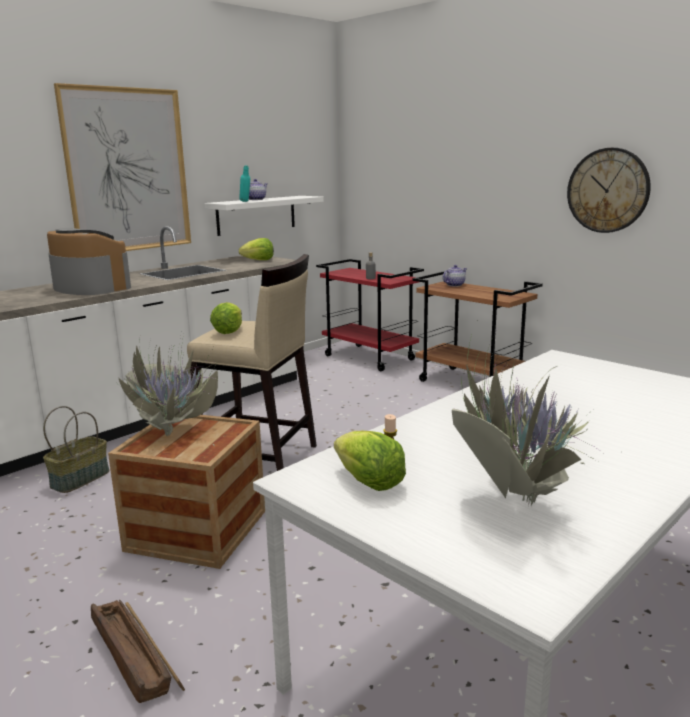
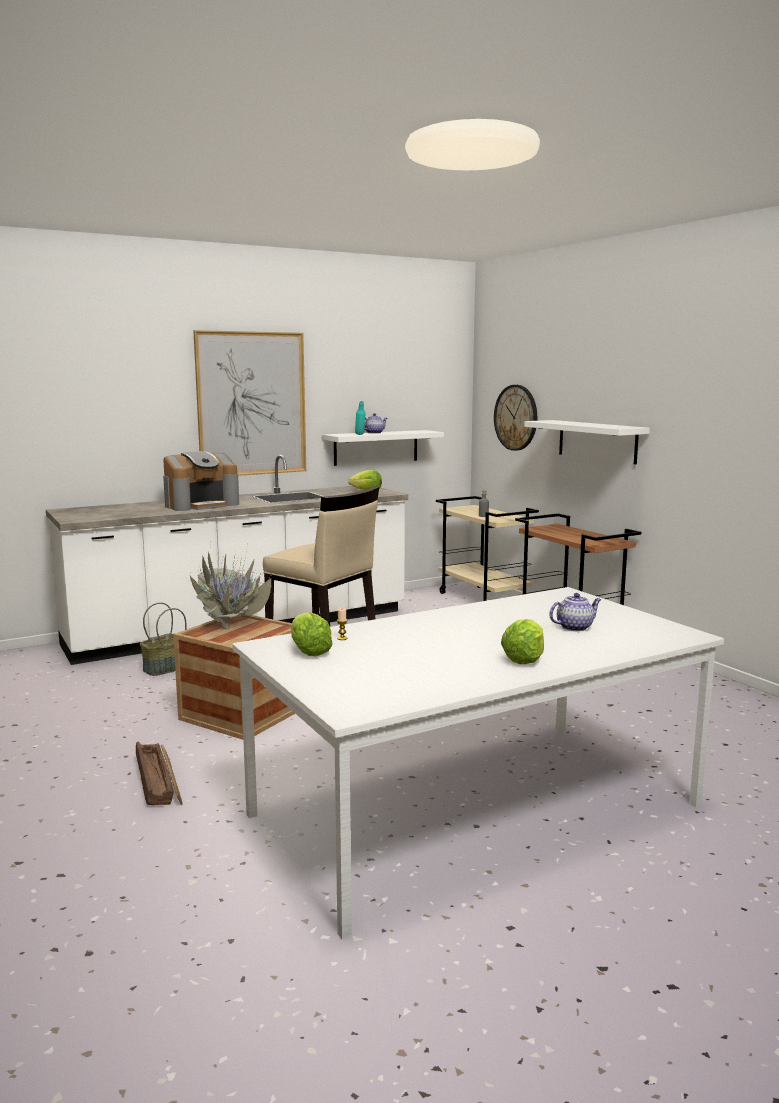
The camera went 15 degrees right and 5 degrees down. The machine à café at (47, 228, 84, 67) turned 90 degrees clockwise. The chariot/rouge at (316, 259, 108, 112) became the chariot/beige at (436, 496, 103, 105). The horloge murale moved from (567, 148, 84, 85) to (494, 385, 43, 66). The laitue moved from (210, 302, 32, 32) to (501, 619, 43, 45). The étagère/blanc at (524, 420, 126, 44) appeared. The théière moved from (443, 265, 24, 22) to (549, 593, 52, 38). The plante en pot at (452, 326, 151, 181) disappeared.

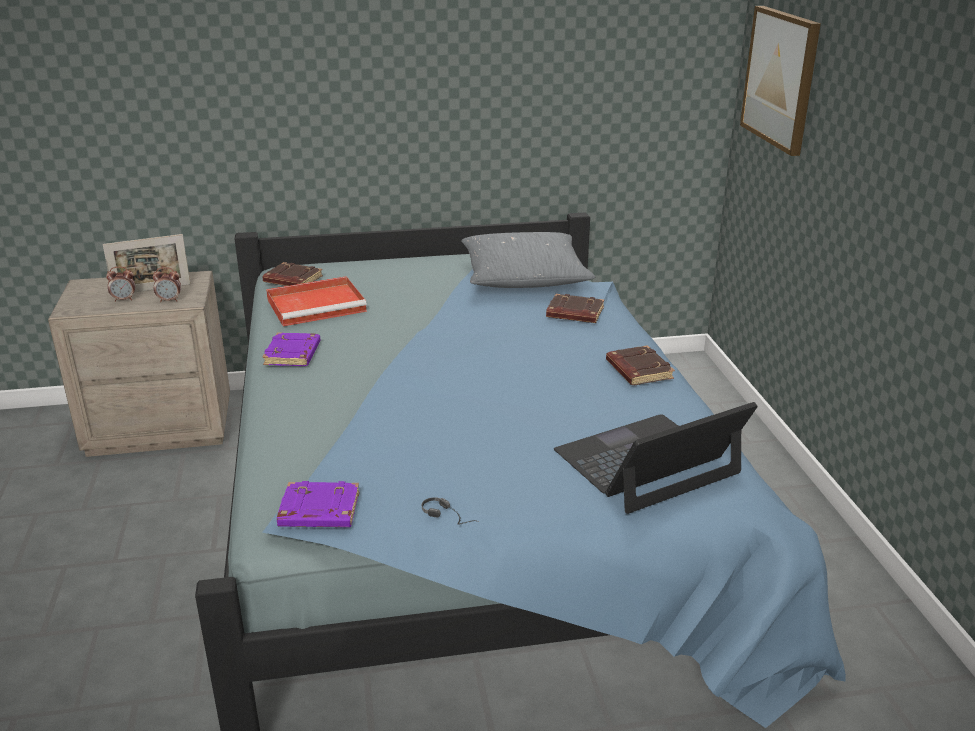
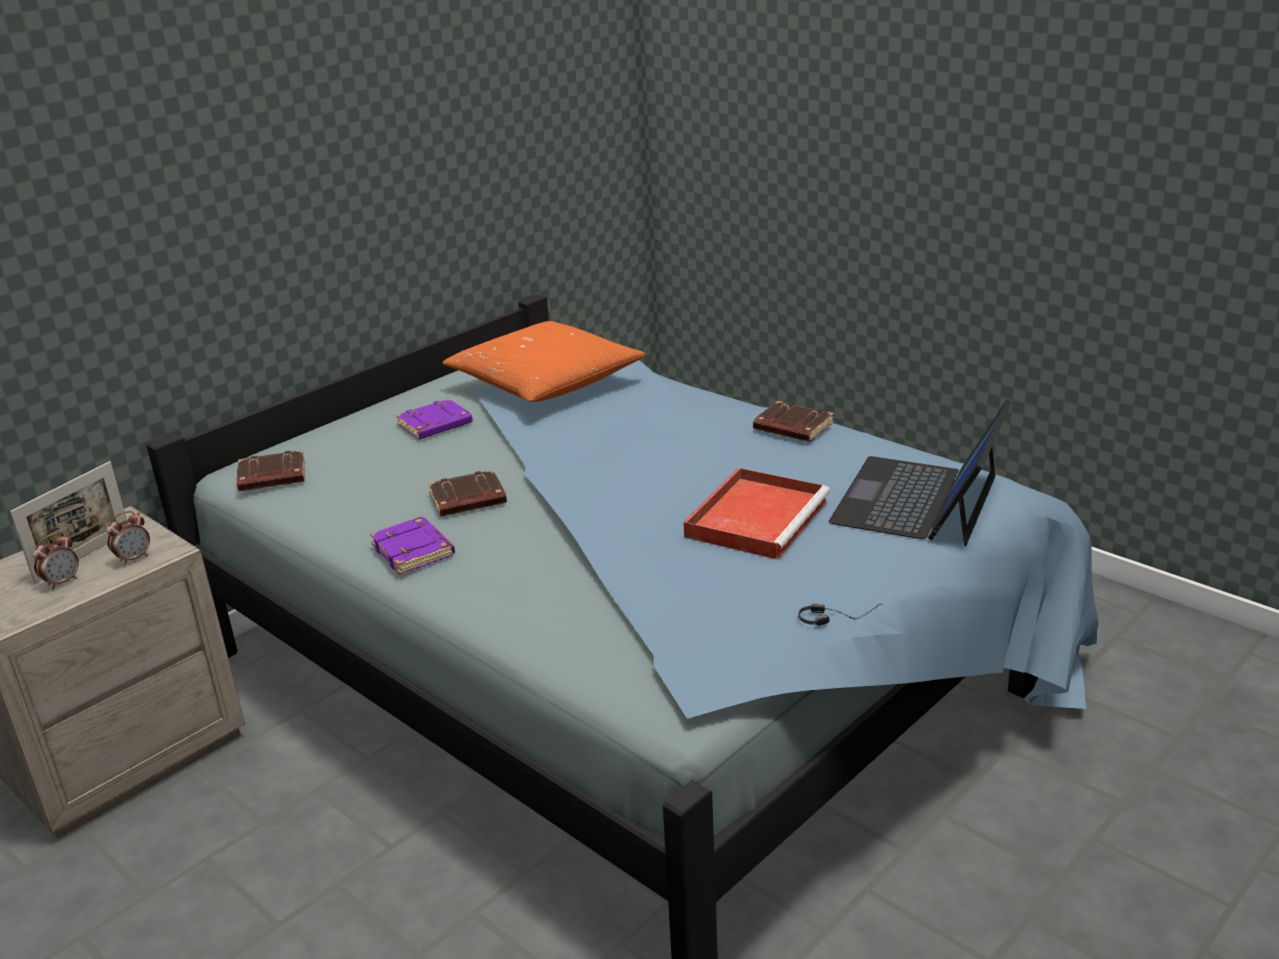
The camera went 35 degrees left and 0 degrees up. The livre/violet moved from (277, 481, 83, 46) to (396, 399, 77, 41). The livre/marron moved from (546, 294, 58, 29) to (428, 470, 79, 47). The coussin/gris at (461, 232, 134, 56) became the coussin/orange at (442, 321, 204, 81). The plateau/rouge moved from (266, 276, 101, 50) to (684, 468, 146, 92). The tableau at (740, 6, 81, 150) disappeared.

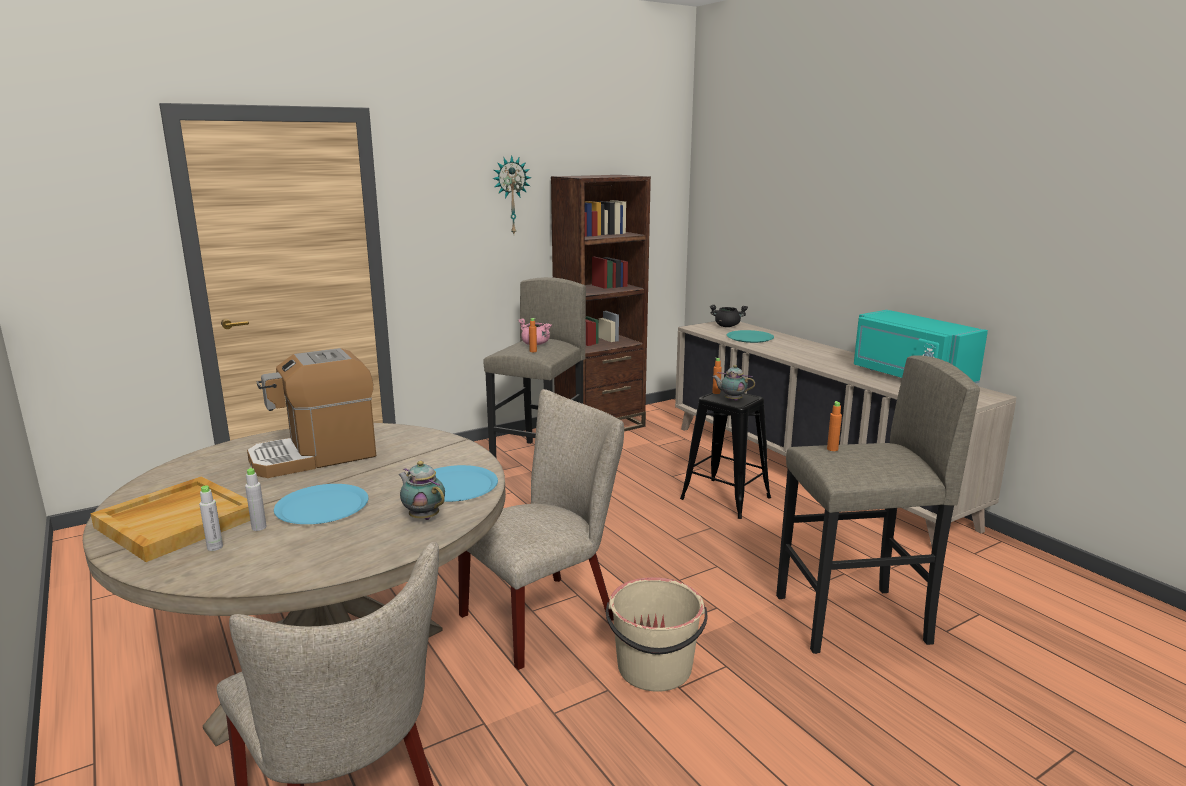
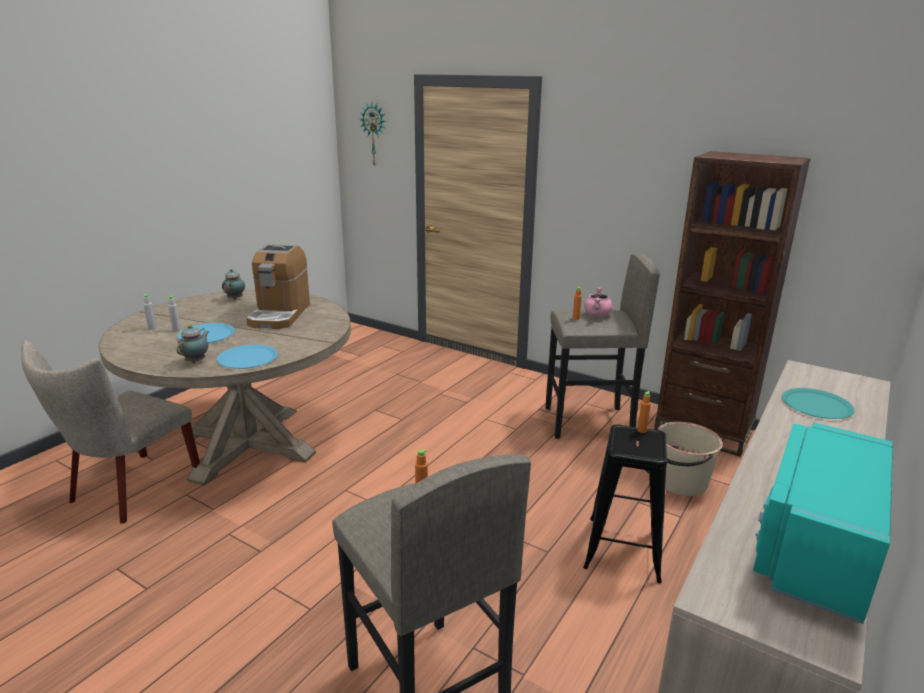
The camera went 65 degrees right and 5 degrees up. The théière moved from (712, 365, 43, 36) to (222, 269, 23, 31). The machine à café at (247, 348, 129, 130) turned 120 degrees counterclockwise. The horloge murale moved from (492, 155, 40, 79) to (359, 103, 27, 64). The seau/beige moved from (606, 577, 102, 115) to (657, 422, 66, 74). The plateau/beige at (90, 477, 160, 85) disappeared. The chaise/beige at (458, 389, 166, 281) disappeared. The marmite/noir at (710, 305, 38, 22) disappeared.

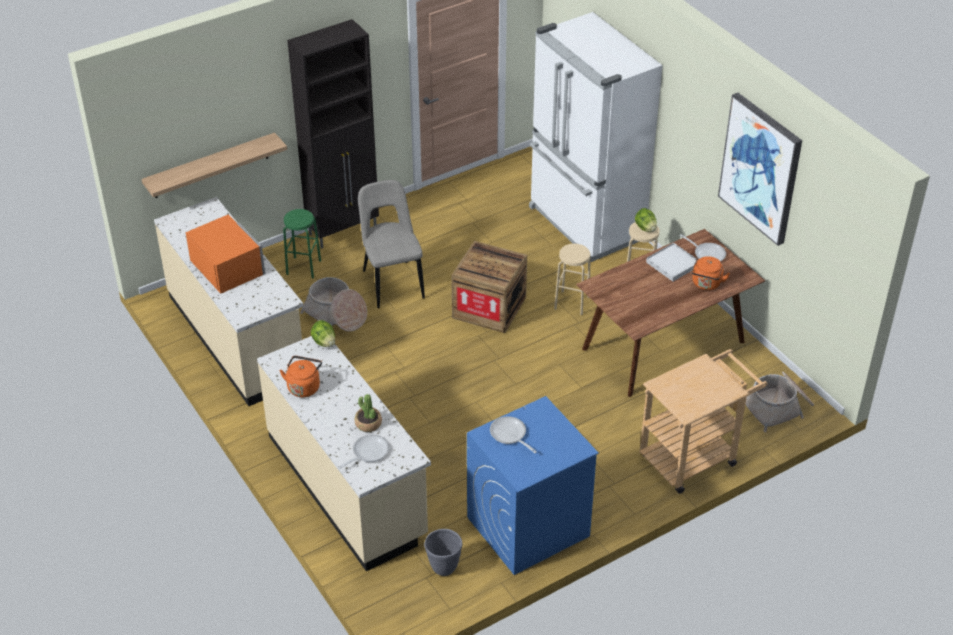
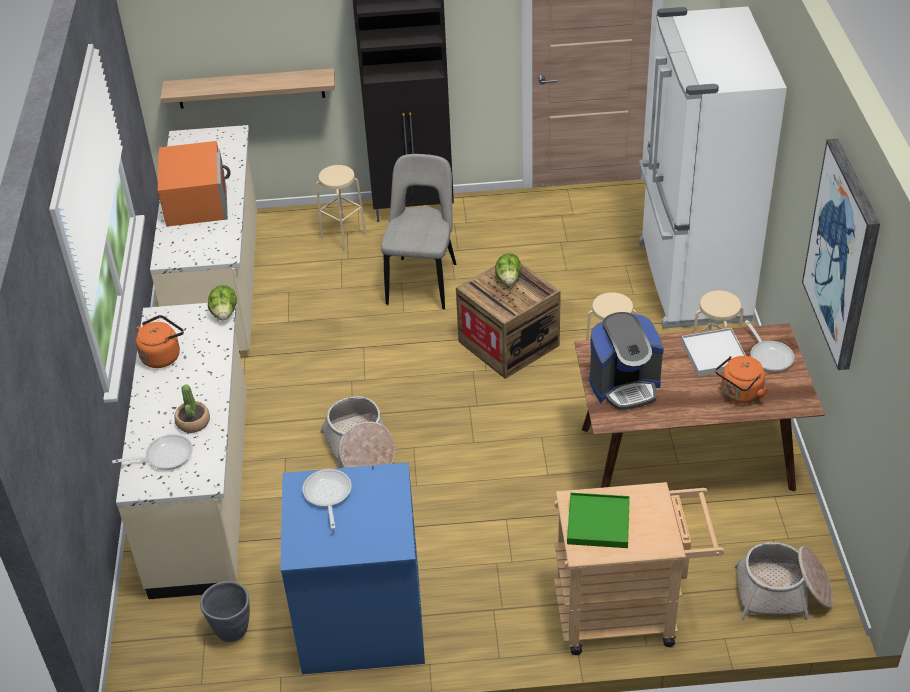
The camera went 30 degrees right and 0 degrees up. The tabouret/vert at (283, 209, 38, 70) became the tabouret/beige at (316, 165, 51, 86). The panier moved from (300, 277, 67, 55) to (320, 396, 75, 72). The laitue moved from (635, 208, 22, 24) to (495, 253, 27, 32). The plateau/vert at (567, 493, 63, 55) appeared. The machine à café at (589, 312, 75, 98) appeared.

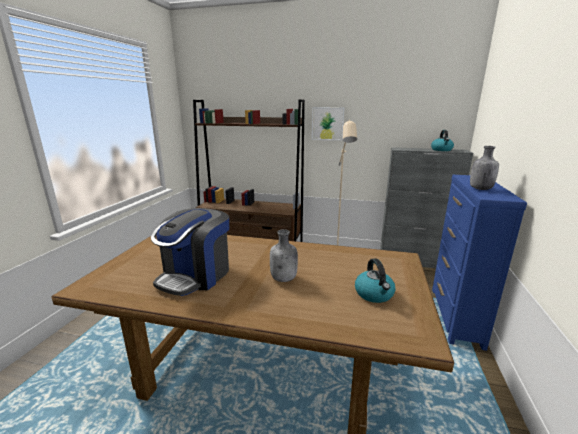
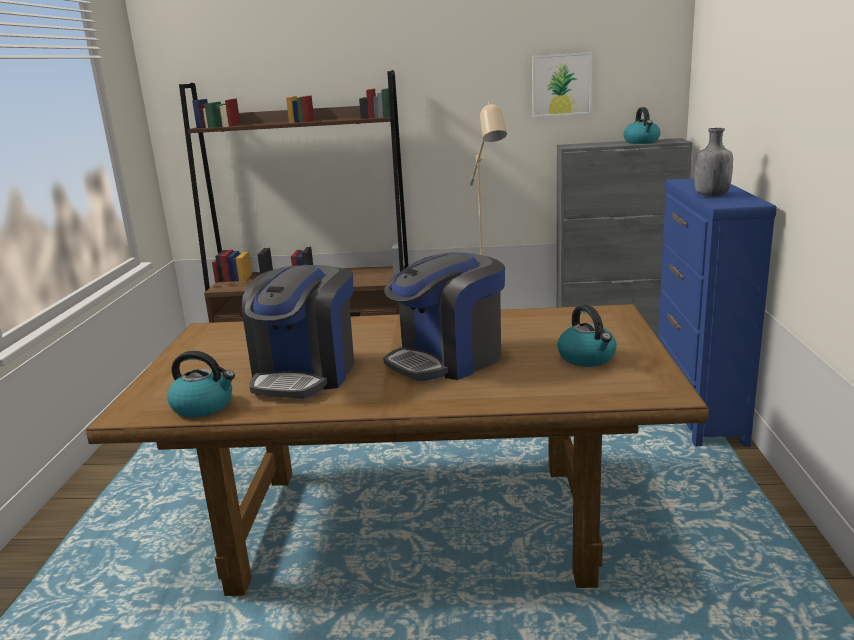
The camera went 10 degrees left and 0 degrees up. The bouilloire at (167, 351, 68, 67) appeared. The bouteille/gris at (270, 229, 28, 53) was replaced by the machine à café at (383, 252, 122, 129). The tableau moved from (312, 107, 33, 33) to (532, 52, 60, 65).

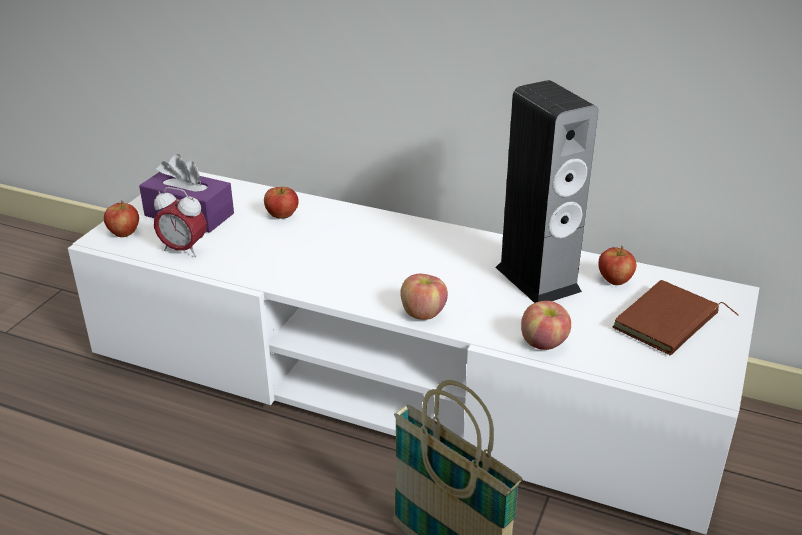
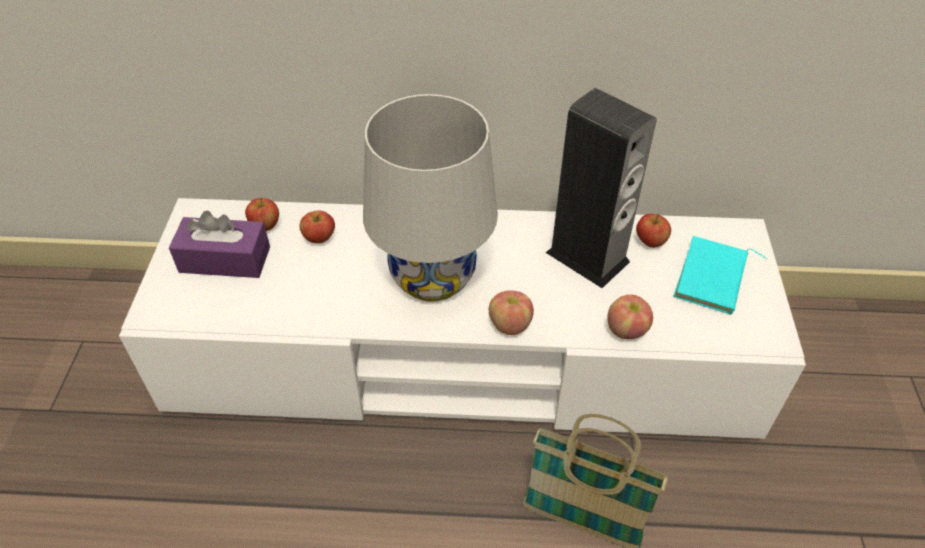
The camera went 20 degrees left and 15 degrees up. The pomme moved from (104, 200, 35, 37) to (245, 198, 34, 33). The lampe de table/blanc at (363, 94, 135, 208) appeared. The livre/marron at (612, 280, 127, 75) became the livre/turquoise at (673, 236, 94, 79). The réveil at (154, 187, 53, 70) disappeared.

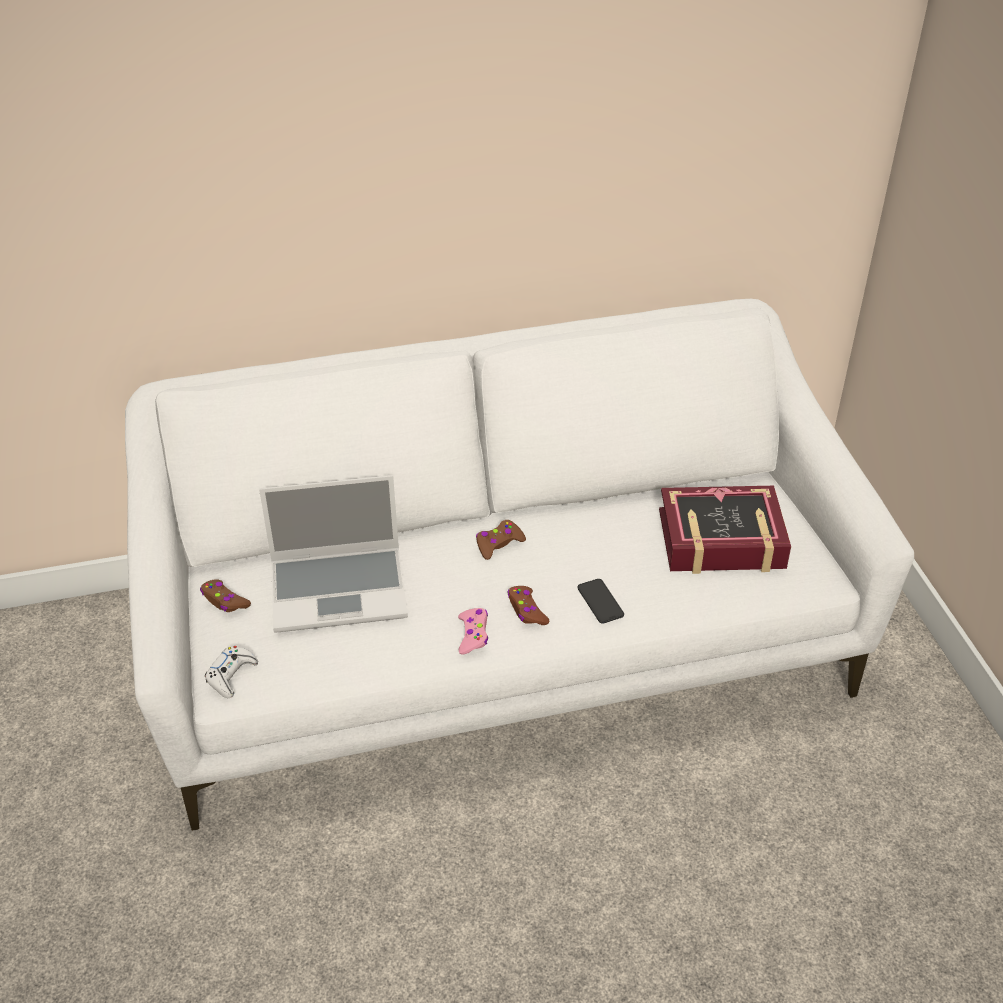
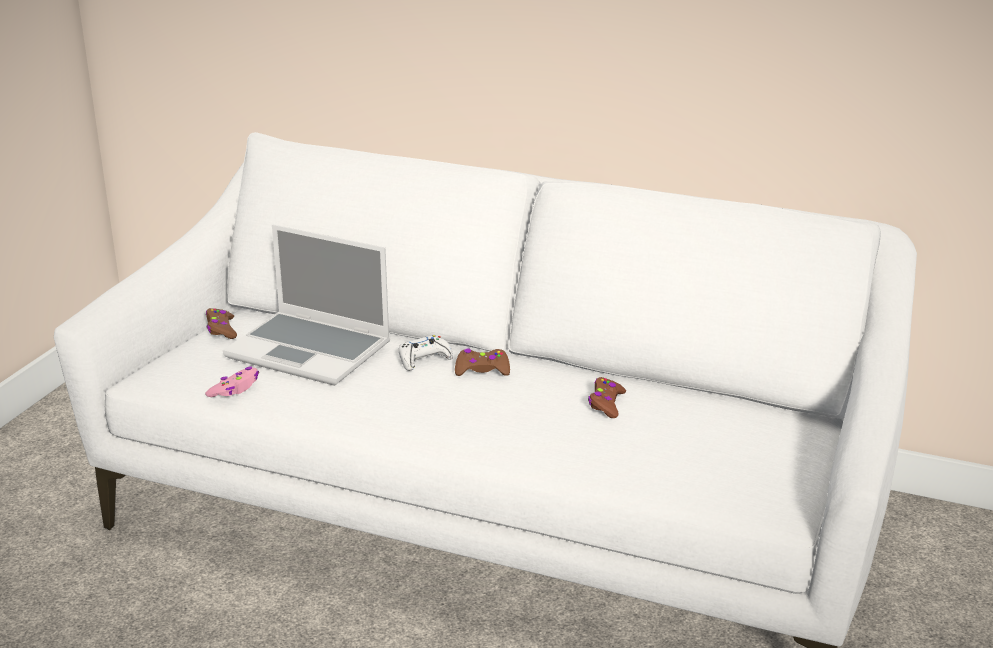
The camera went 35 degrees right and 15 degrees down. The manette/rose moved from (458, 608, 30, 47) to (205, 367, 54, 30). The manette/blanc moved from (205, 646, 53, 52) to (399, 335, 54, 36). The manette/marron moved from (508, 586, 41, 39) to (588, 377, 38, 41). The téléphone at (578, 579, 46, 45) disappeared. The livre at (659, 486, 132, 88) disappeared.

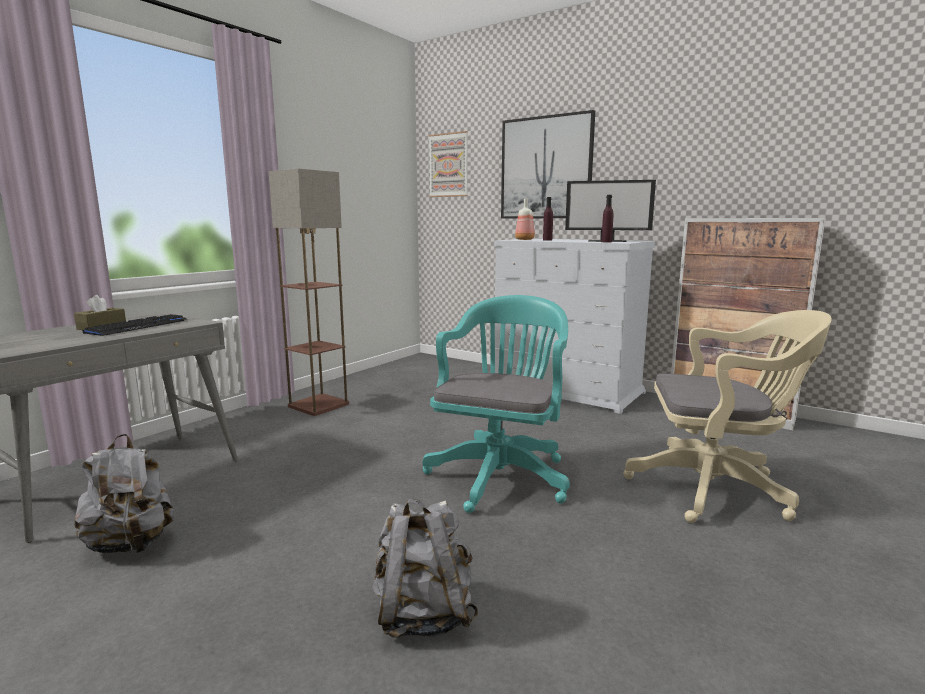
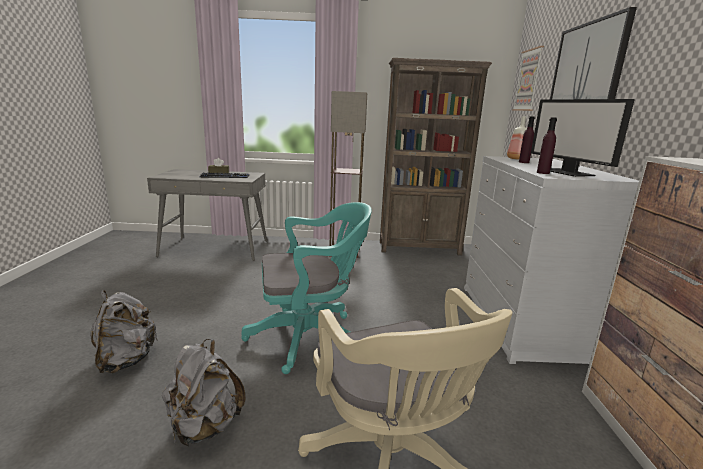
The camera went 55 degrees right and 5 degrees up. The sac à dos/gris moved from (74, 434, 100, 120) to (162, 339, 83, 107). The bibliothèque/marron at (380, 58, 112, 198) appeared.

